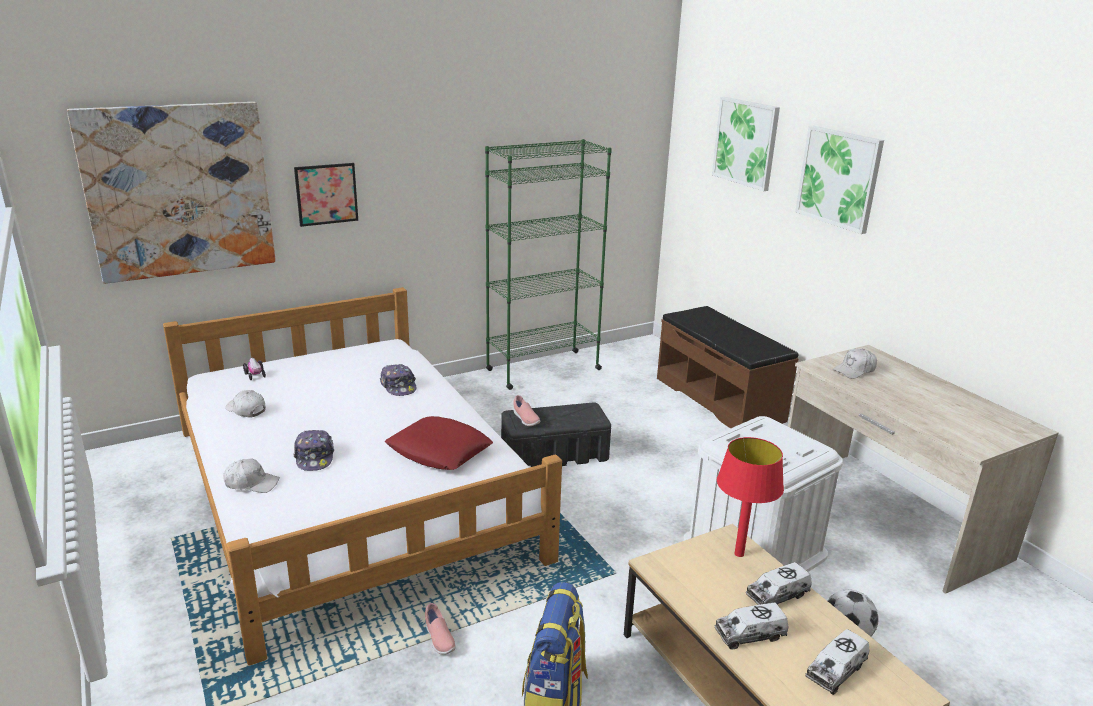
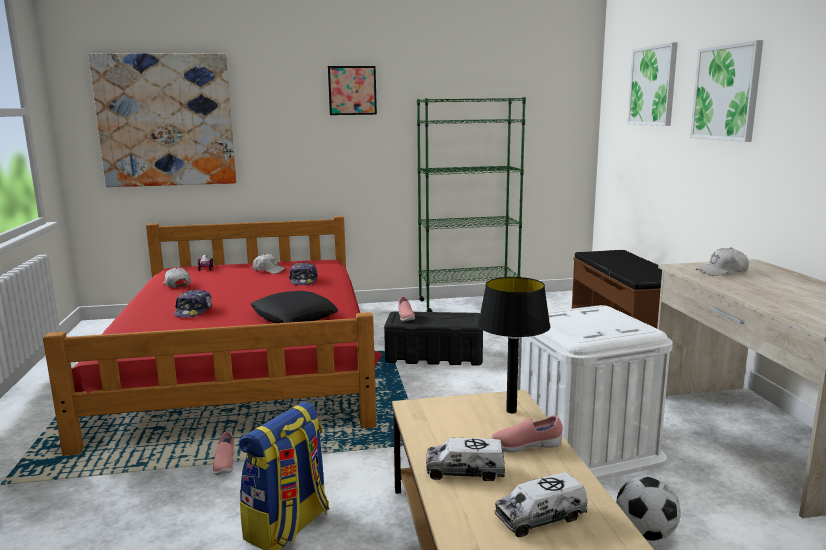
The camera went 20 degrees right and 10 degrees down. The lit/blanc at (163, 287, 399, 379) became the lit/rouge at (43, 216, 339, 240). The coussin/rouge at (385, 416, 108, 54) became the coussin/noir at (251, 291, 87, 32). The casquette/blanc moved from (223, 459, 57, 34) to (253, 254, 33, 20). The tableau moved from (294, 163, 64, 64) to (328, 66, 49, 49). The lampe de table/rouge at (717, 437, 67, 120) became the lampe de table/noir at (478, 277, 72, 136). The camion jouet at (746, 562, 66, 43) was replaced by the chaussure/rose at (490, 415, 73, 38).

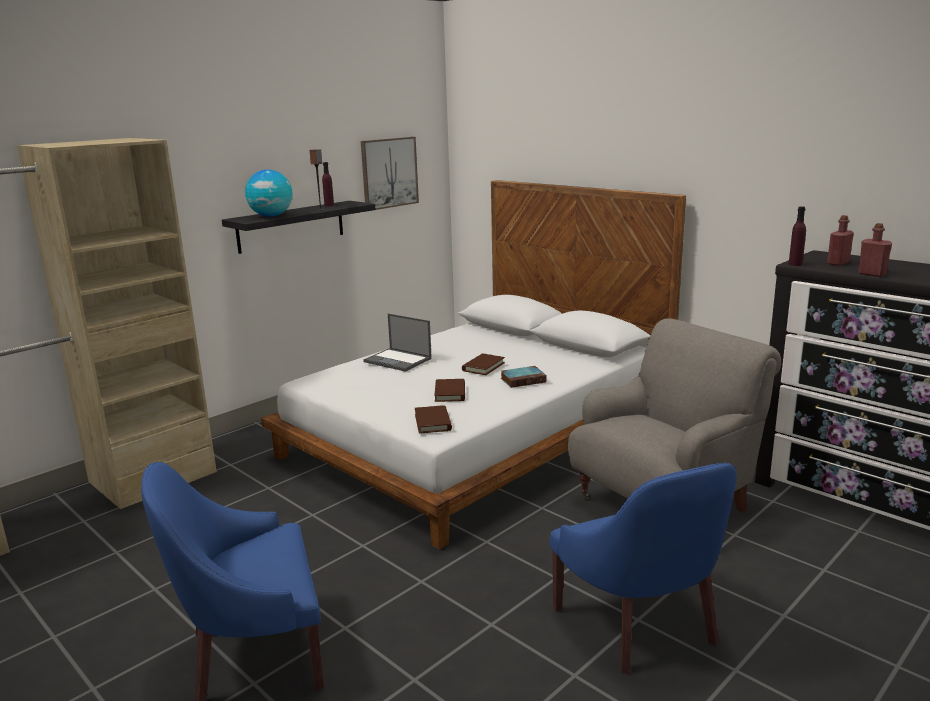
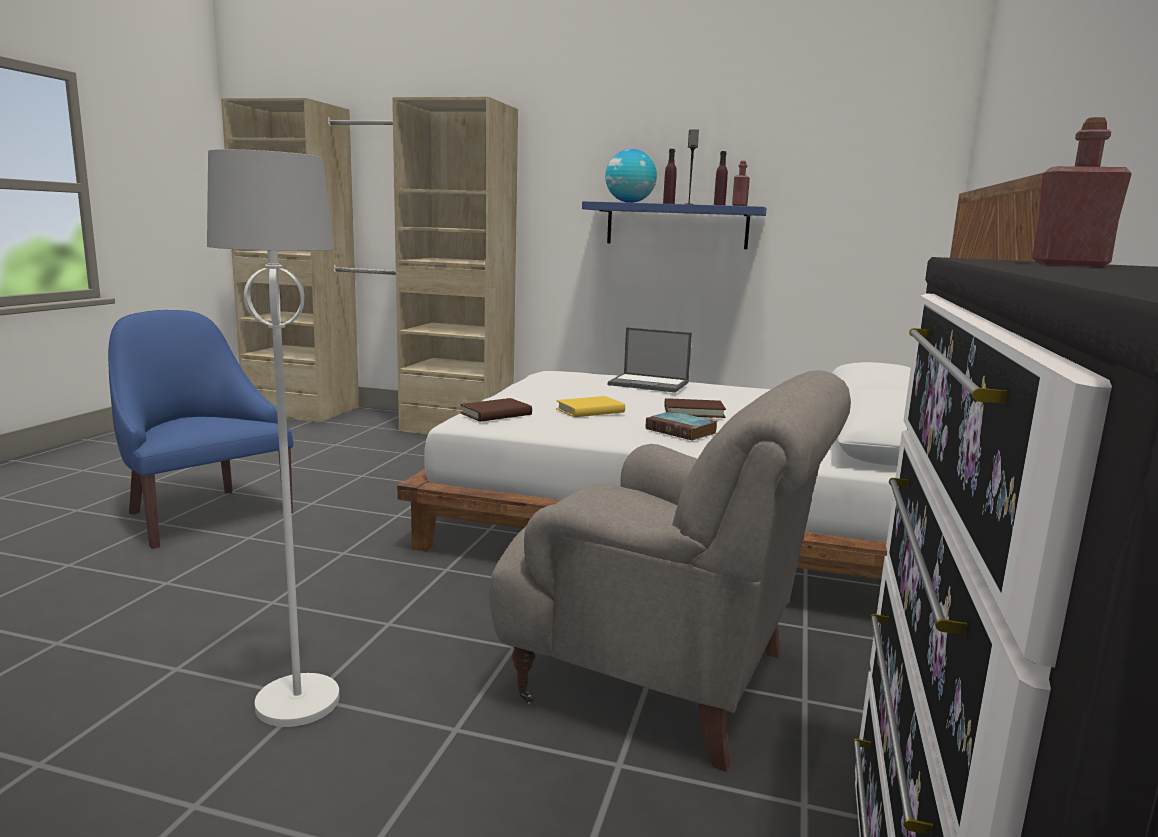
The camera went 60 degrees right and 5 degrees down. The fauteuil/bleu at (550, 463, 187, 211) was replaced by the lampadaire/blanc at (207, 149, 133, 578). The livre/marron at (435, 379, 30, 23) became the livre/jaune at (556, 396, 69, 21). The étagère/noir at (222, 201, 153, 53) became the étagère/bleu at (582, 201, 185, 48). The ordinateur portable at (363, 314, 69, 58) turned 75 degrees counterclockwise. The bouteille/violet moved from (789, 207, 17, 59) to (663, 149, 14, 55). The bouteille/rouge moved from (858, 223, 34, 54) to (732, 161, 18, 45). The tableau at (361, 137, 58, 73) disappeared.

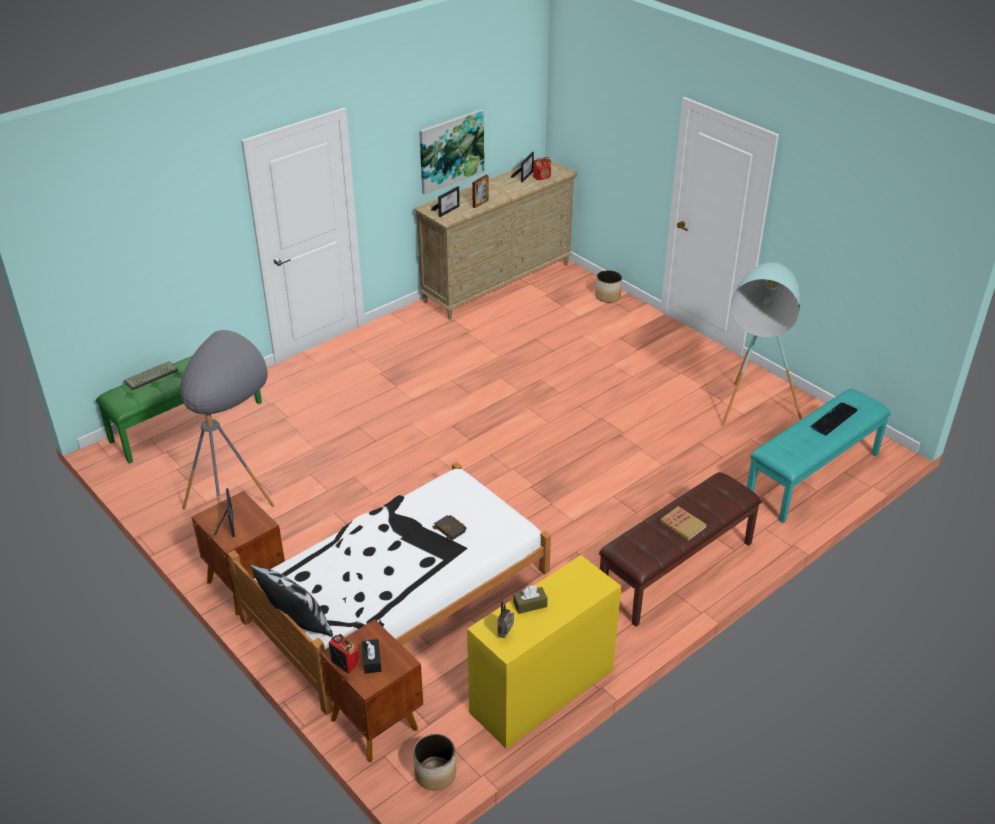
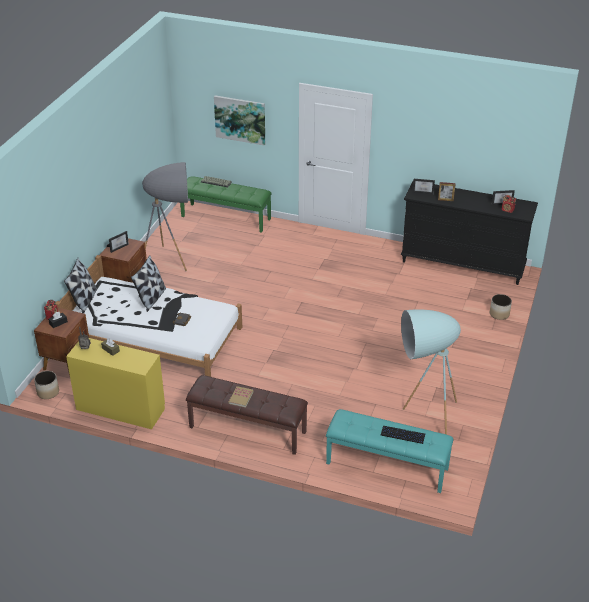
The camera went 60 degrees right and 0 degrees up. The coussin at (131, 255, 35, 57) appeared. The tableau moved from (419, 109, 65, 86) to (214, 95, 51, 51). The commode/beige at (414, 160, 163, 160) became the commode/noir at (401, 181, 137, 104).

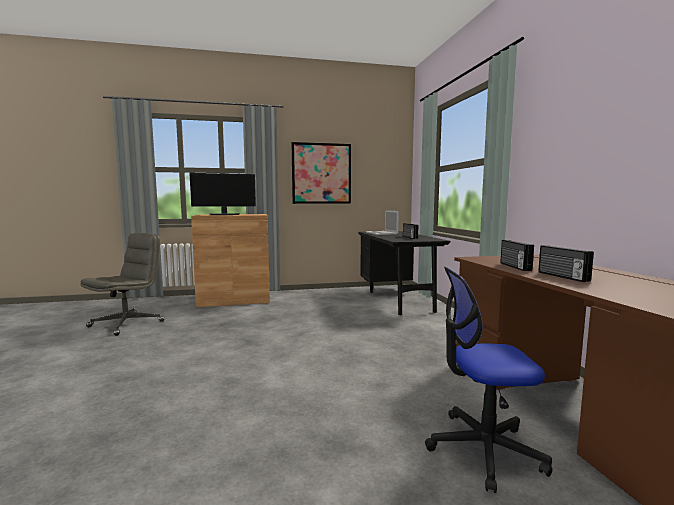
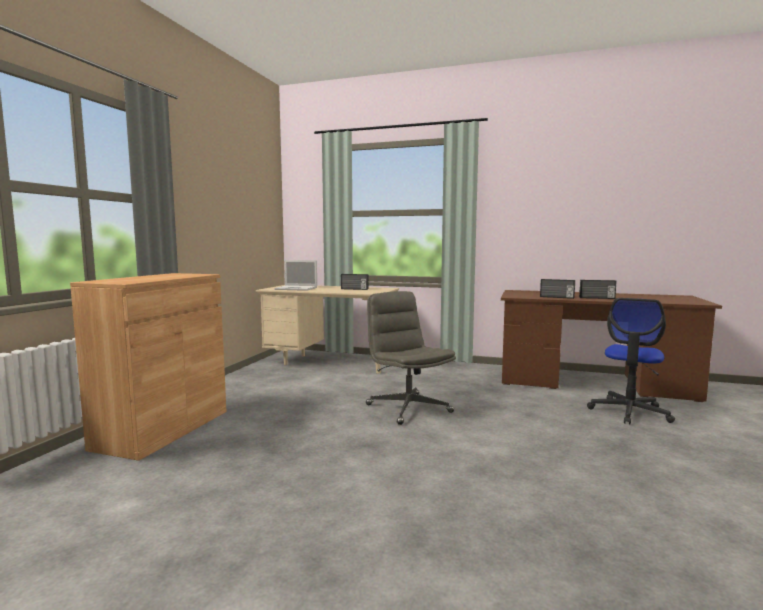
The camera went 60 degrees left and 0 degrees up. The bureau/noir at (358, 231, 93, 84) became the bureau/beige at (256, 285, 143, 89). The chaise de bureau/gris moved from (80, 233, 85, 103) to (366, 291, 90, 134). The écran d'ordinateur at (189, 173, 67, 42) disappeared. The tableau at (292, 142, 59, 62) disappeared.

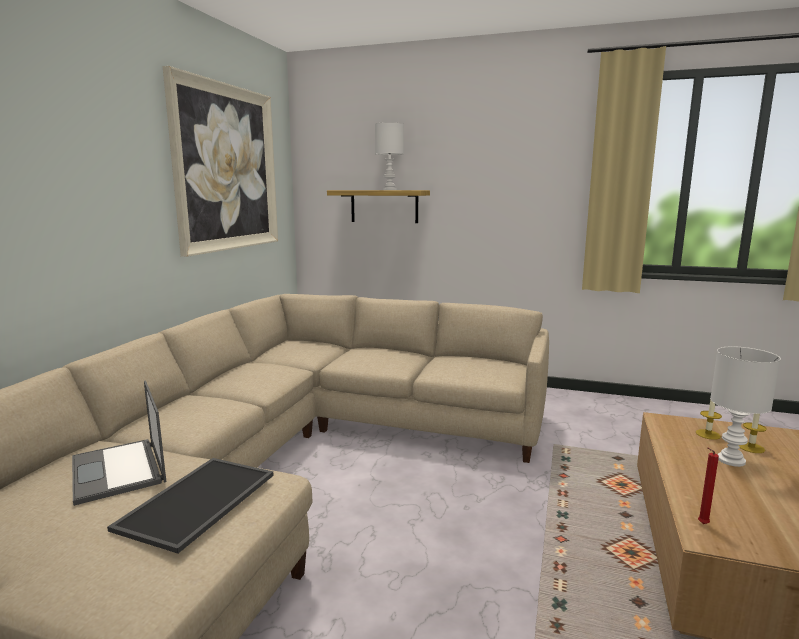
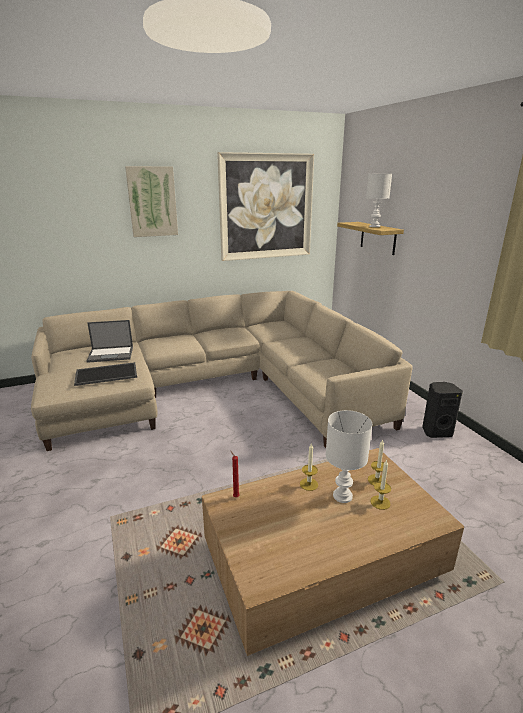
The camera went 50 degrees right and 10 degrees up. The ordinateur portable at (72, 381, 94, 125) turned 120 degrees counterclockwise. The tableau at (125, 166, 53, 71) appeared. The bougie at (300, 444, 18, 47) appeared. The enceinte/noir at (422, 382, 41, 56) appeared.

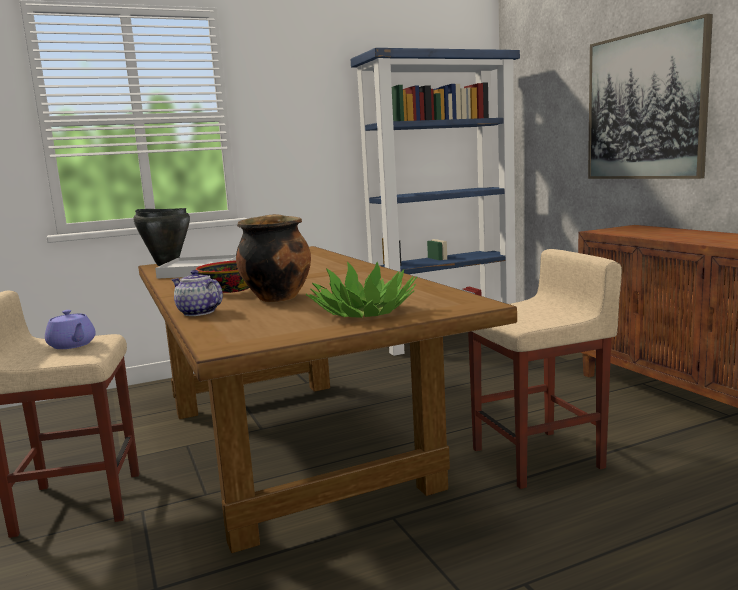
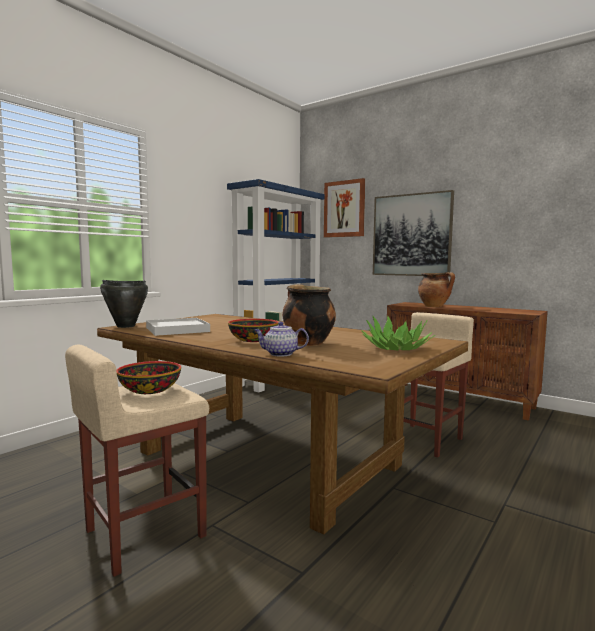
The camera went 30 degrees left and 5 degrees down. The théière/violet at (45, 310, 51, 39) was replaced by the bol at (116, 361, 65, 33). The tableau at (324, 178, 41, 60) appeared. The marmite at (418, 272, 37, 35) appeared.

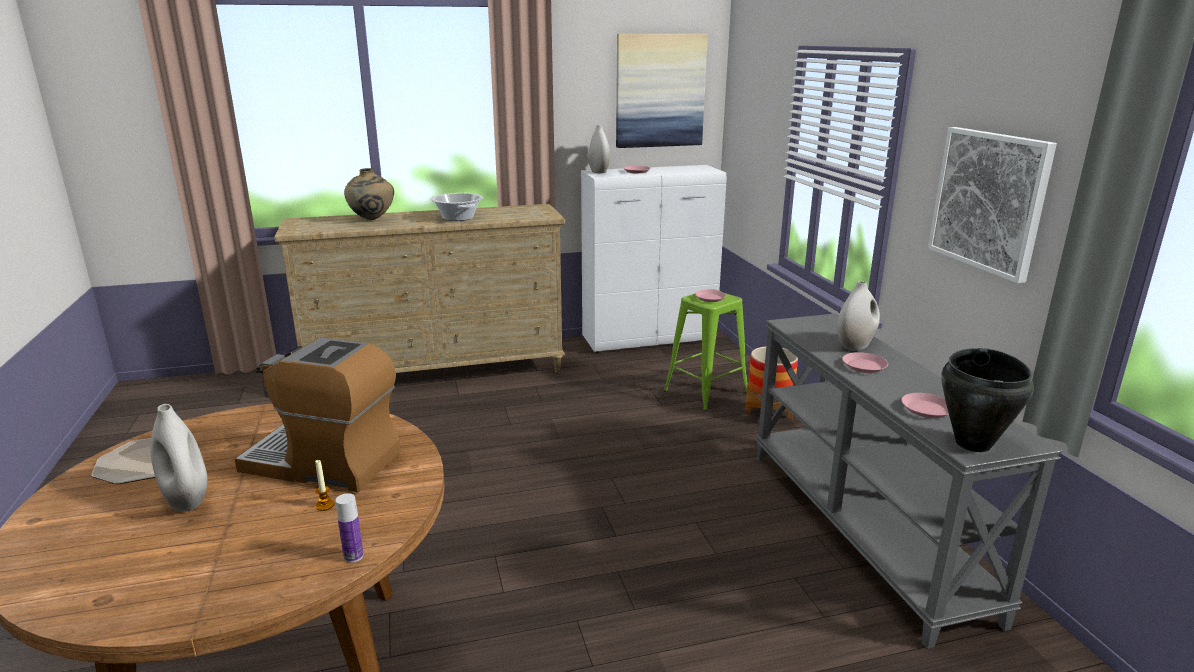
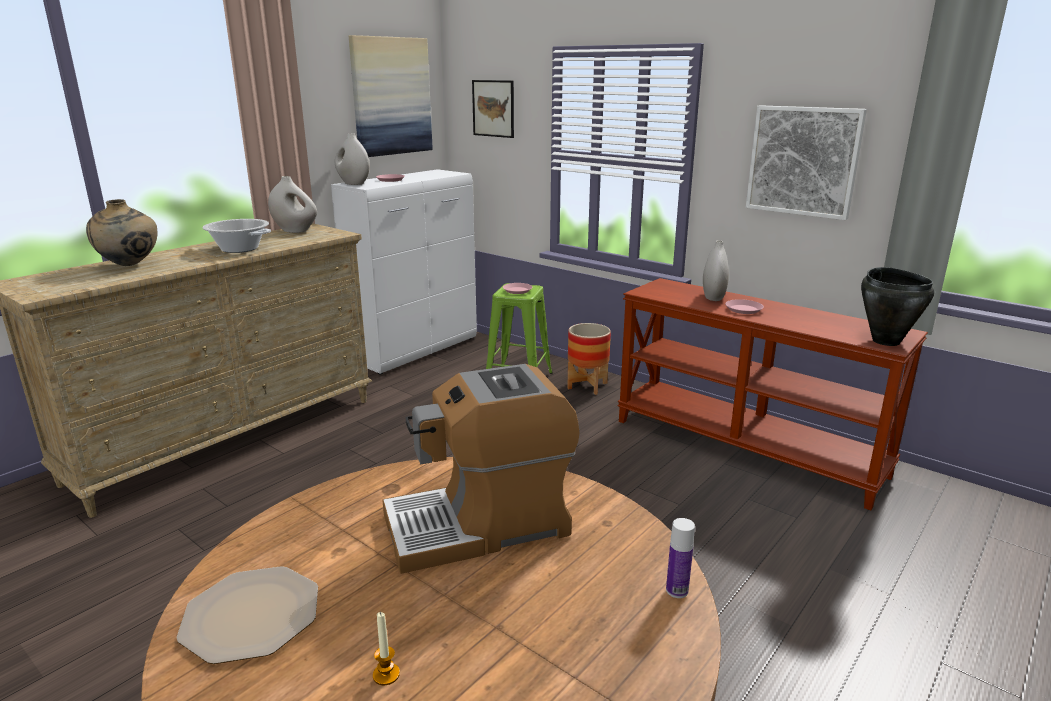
The camera went 35 degrees left and 0 degrees up. The vase/blanc moved from (150, 404, 57, 108) to (268, 176, 49, 57). The bougie moved from (315, 460, 19, 51) to (373, 612, 27, 73). The tableau at (472, 80, 42, 58) appeared. The table console/gris at (755, 313, 308, 336) became the table console/marron at (617, 278, 311, 232). The assiette/rose at (901, 393, 48, 25) disappeared.

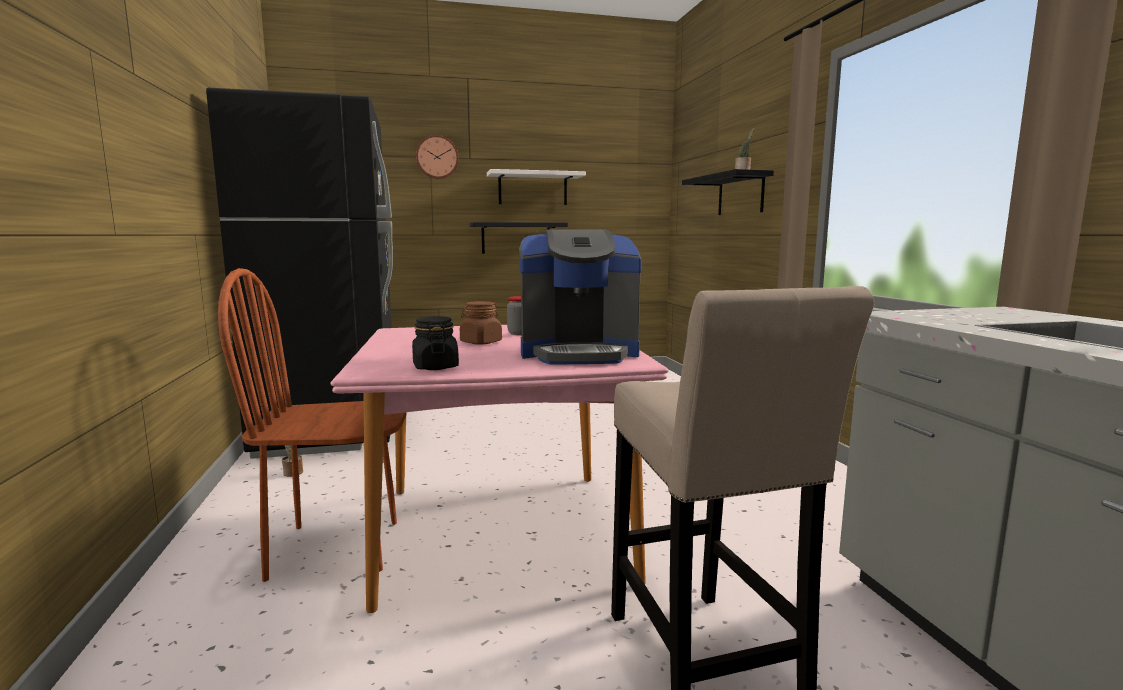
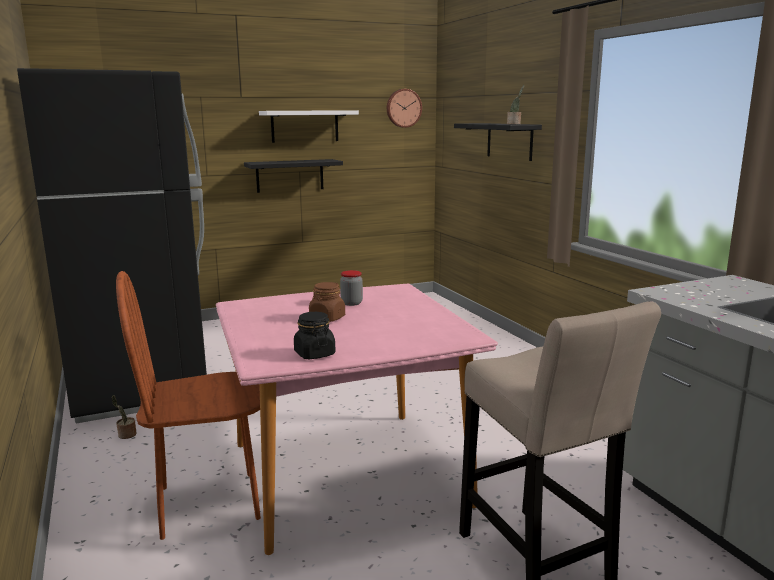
The camera went 10 degrees left and 5 degrees up. The horloge murale moved from (416, 135, 43, 44) to (387, 89, 35, 39). The machine à café at (519, 229, 123, 135) disappeared.

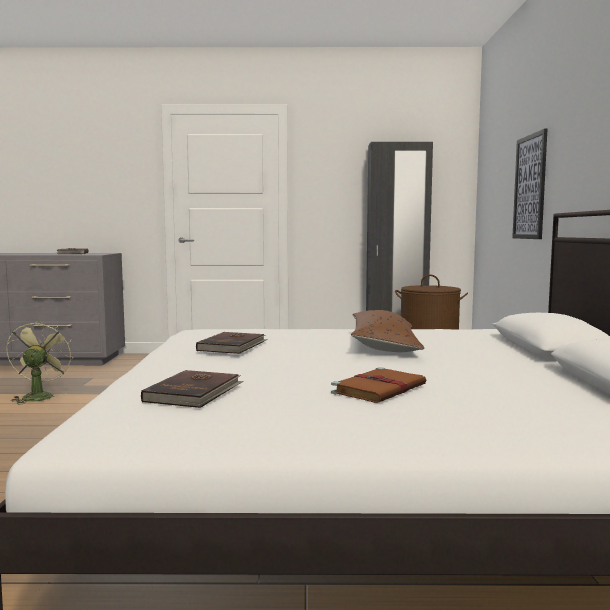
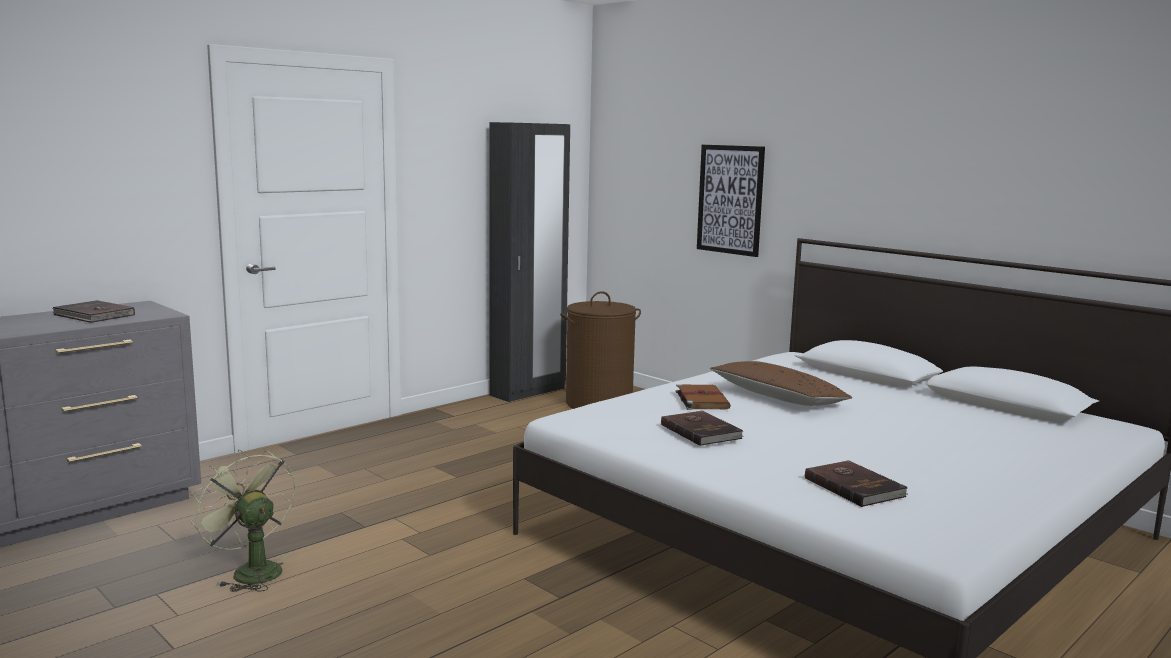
The camera went 45 degrees left and 5 degrees up. The livre/marron moved from (331, 367, 96, 36) to (676, 384, 55, 26).

